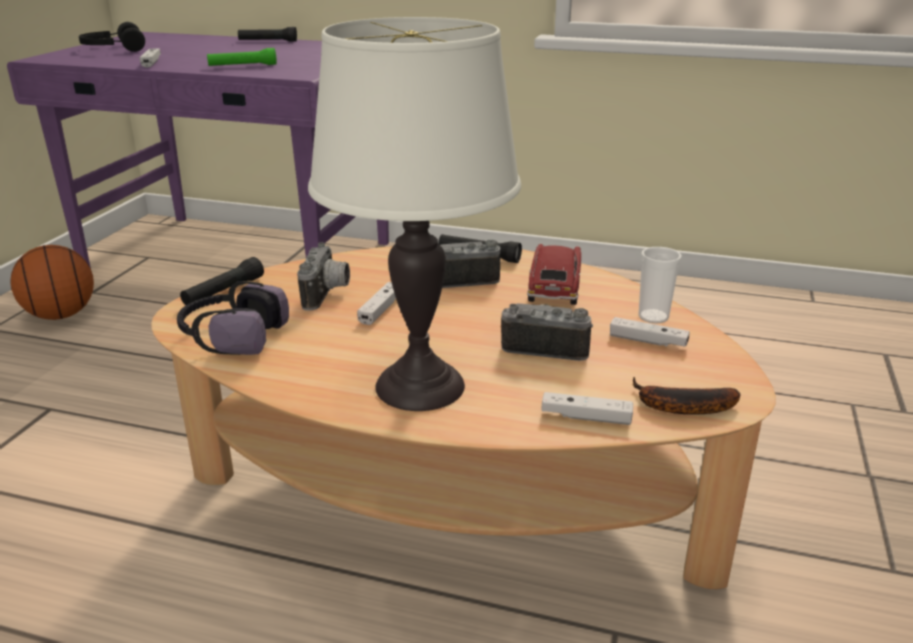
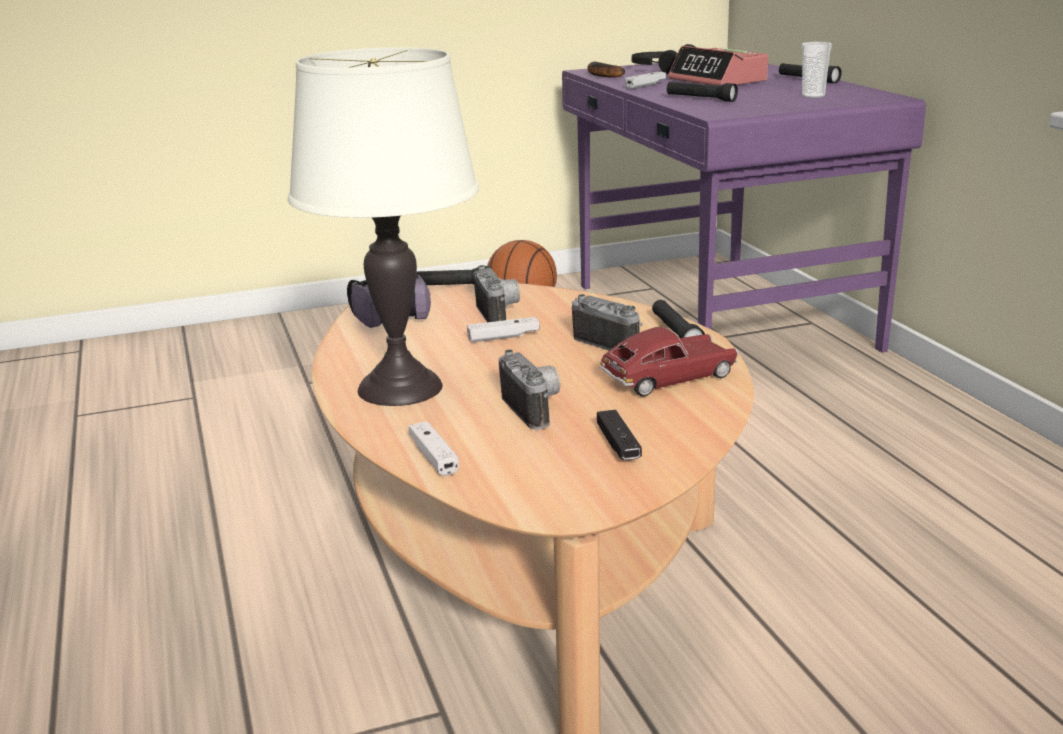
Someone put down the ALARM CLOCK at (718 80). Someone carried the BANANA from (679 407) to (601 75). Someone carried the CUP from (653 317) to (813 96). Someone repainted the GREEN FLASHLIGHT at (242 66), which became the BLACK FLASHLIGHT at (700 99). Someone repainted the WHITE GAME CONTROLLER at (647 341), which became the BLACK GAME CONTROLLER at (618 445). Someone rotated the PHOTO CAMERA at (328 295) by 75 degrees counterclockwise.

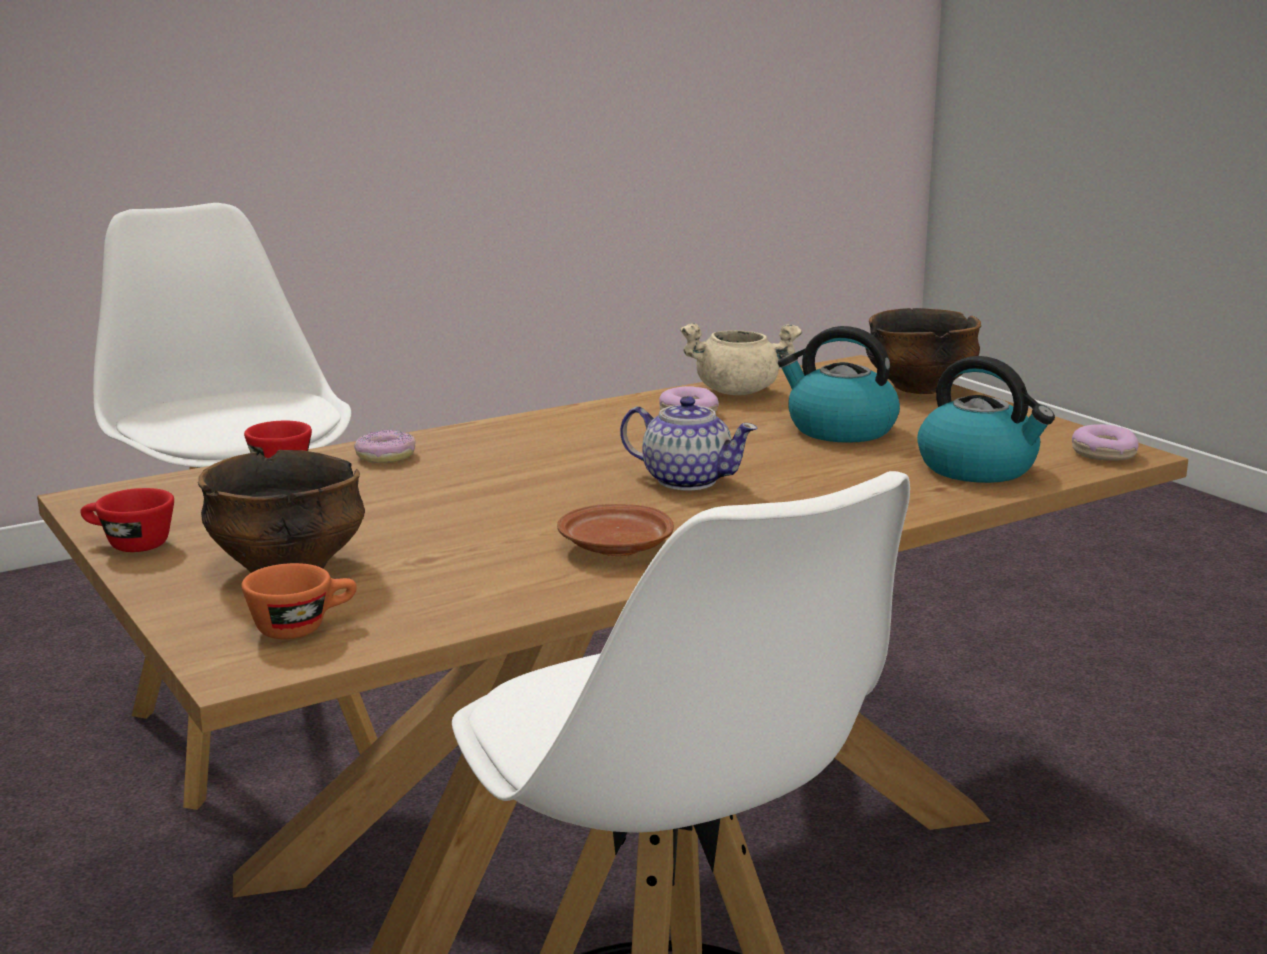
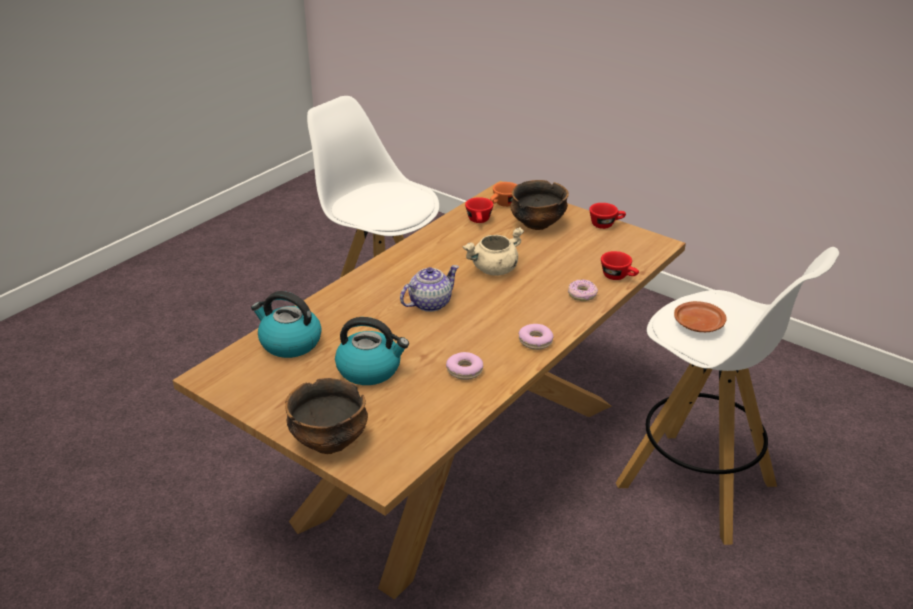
Someone put down the RED CUP at (479 221). Someone carried the BROWN PLATE from (615 548) to (698 324). Someone carried the BEIGE COOKING POT from (738 391) to (494 270). Someone carried the DONUT from (1103 454) to (535 341). Someone rotated the TEAPOT at (686 480) by 135 degrees clockwise.

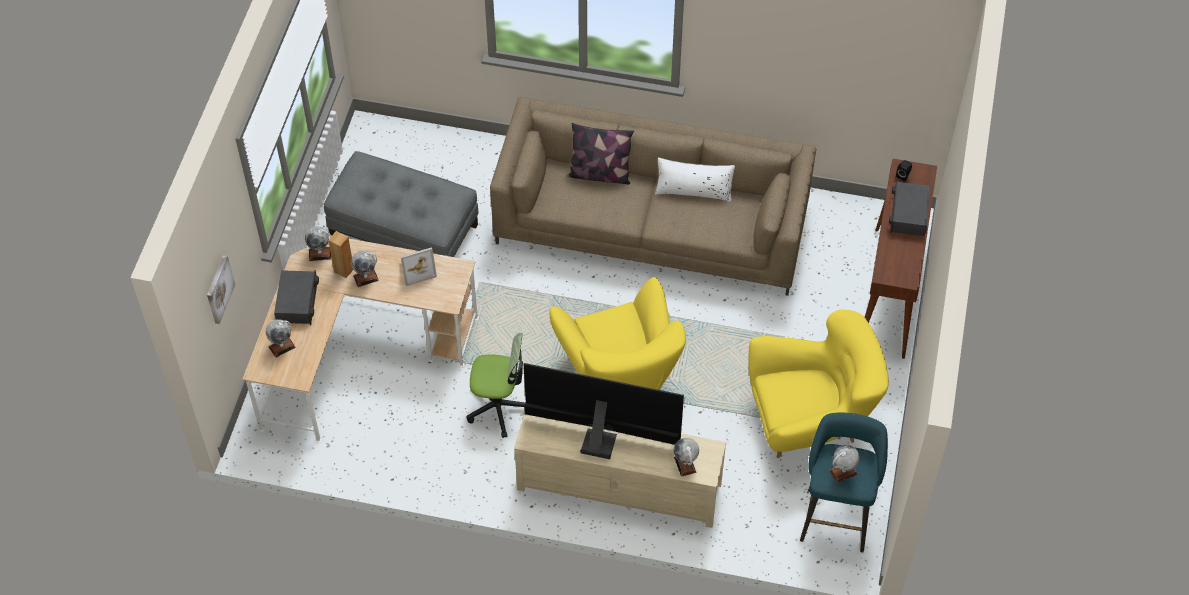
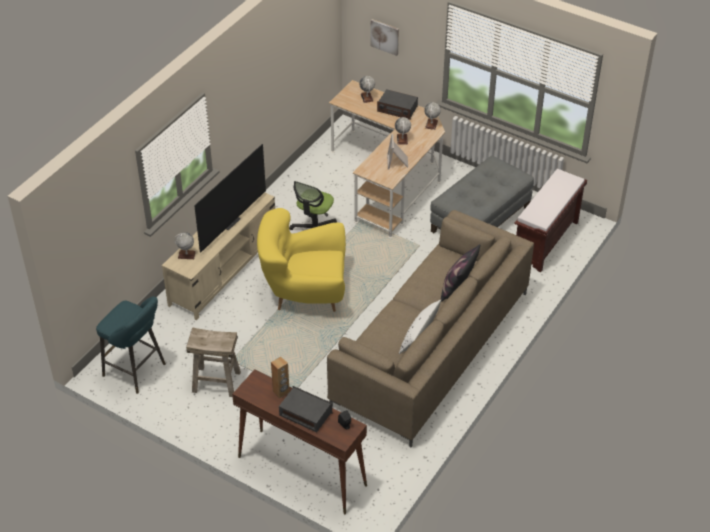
Someone took away the GLOBE at (843 472). Someone put down the BROWN BENCH at (546 241). Someone carried the BROWN SPEAKER from (344 270) to (281 392). Someone swapped the YELLOW ARMCHAIR at (809 422) for the BEIGE STOOL at (216 382).

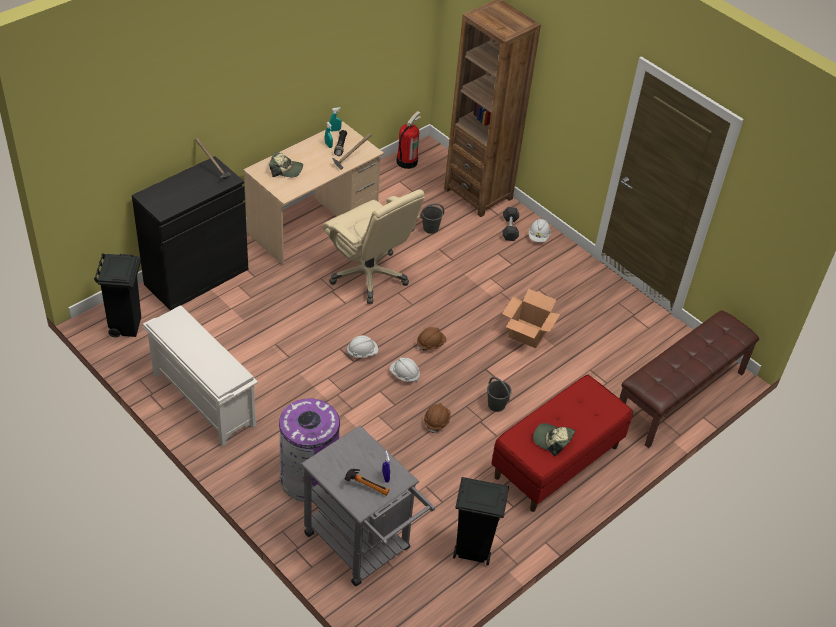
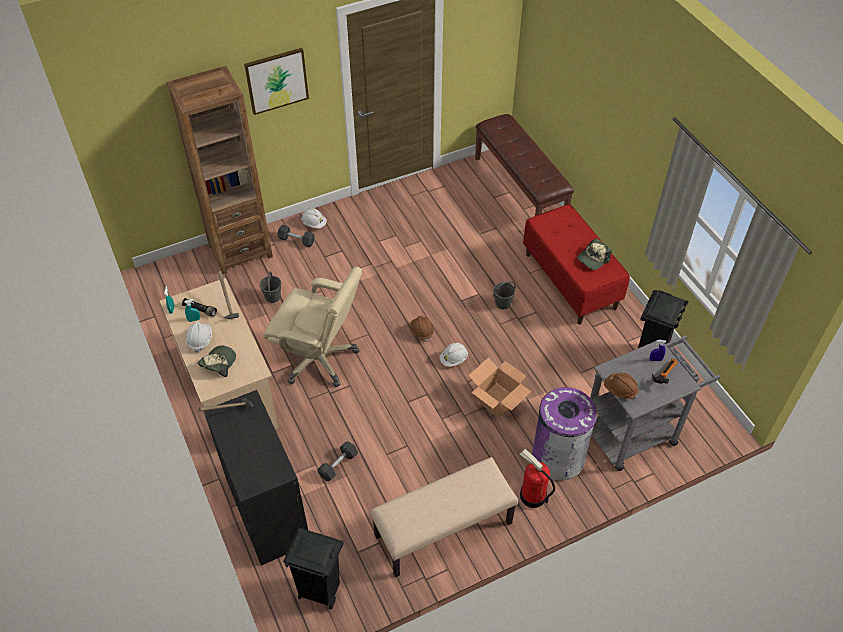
Someone put up the PICTURE at (276 80). Someone put down the GREY DUMBBELL at (338 465). Someone carried the WHITE HARD HAT from (362 352) to (200 340). Someone carried the FIRE EXTINGUISHER from (406 161) to (532 496). Someone carried the BROWN HARD HAT from (436 421) to (620 390). Someone carried the CARDBOARD BOX from (528 333) to (497 399). Someone swapped the WHITE SHOE RACK at (202 399) for the BEIGE BENCH at (443 530). Someone rotated the BEIGE OFFICE CHAIR at (369 275) by 45 degrees clockwise.

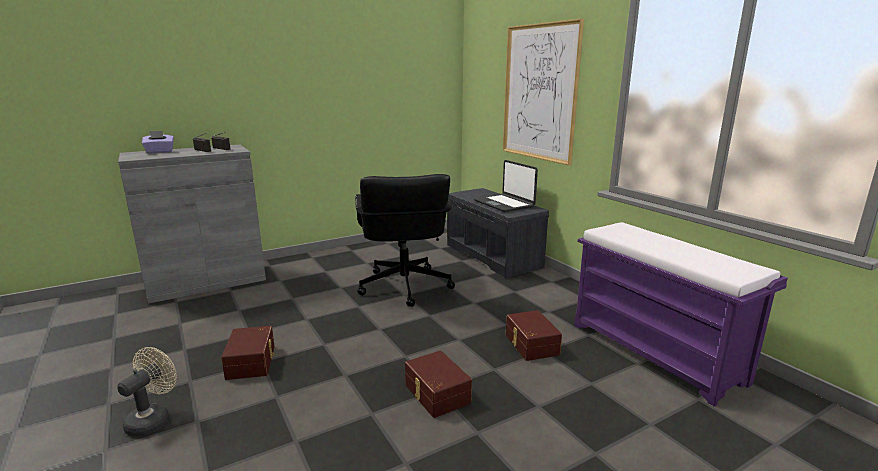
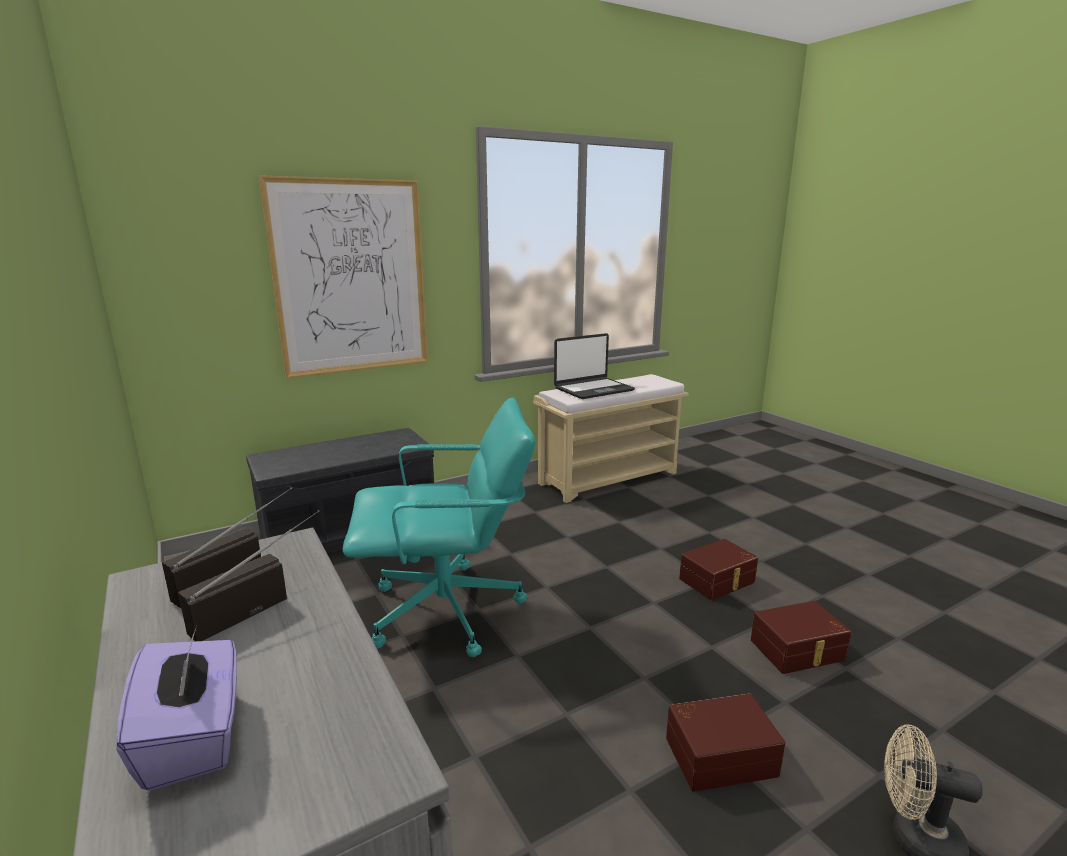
Someone carried the LAPTOP from (504 204) to (593 389). Someone carried the BROWN STORAGE BOX from (530 345) to (798 651). Someone repainted the BLACK OFFICE CHAIR at (404 287), which became the TURQUOISE OFFICE CHAIR at (447 611). Someone repainted the PURPLE BENCH at (656 352), which became the BEIGE BENCH at (609 478).

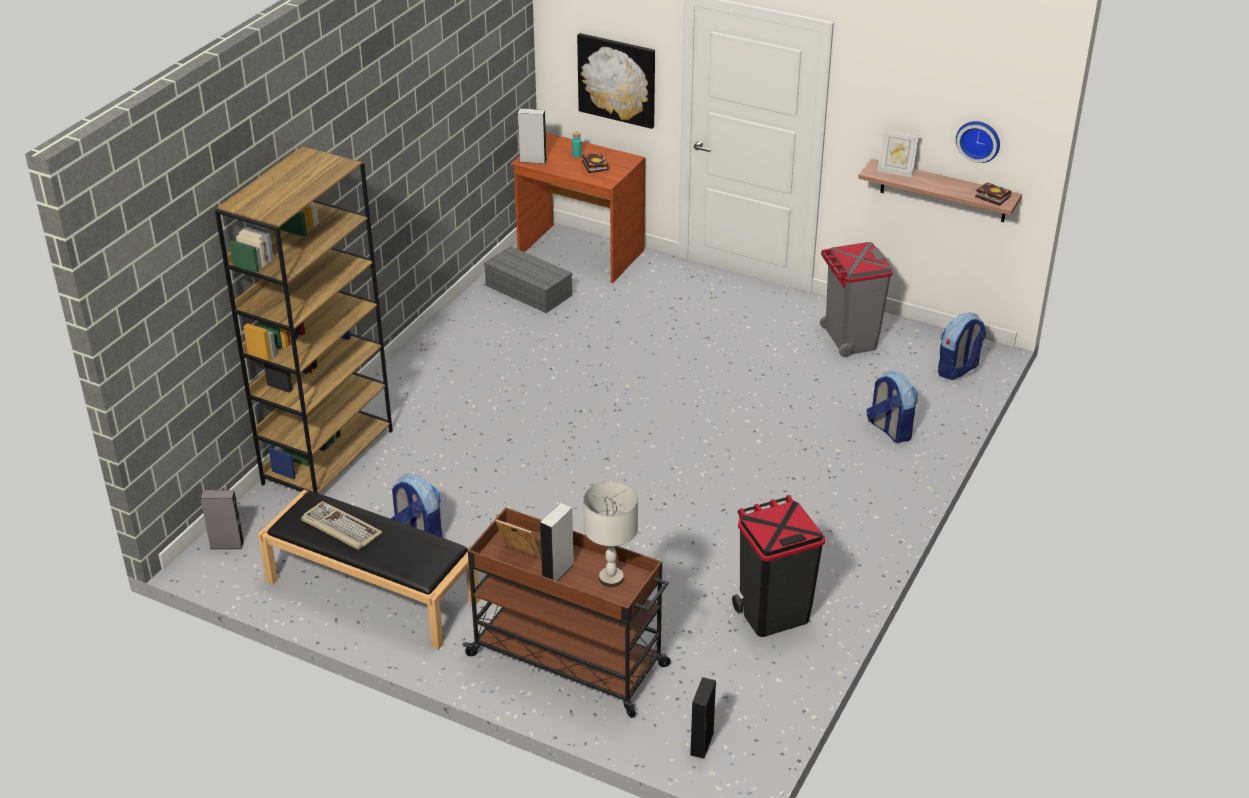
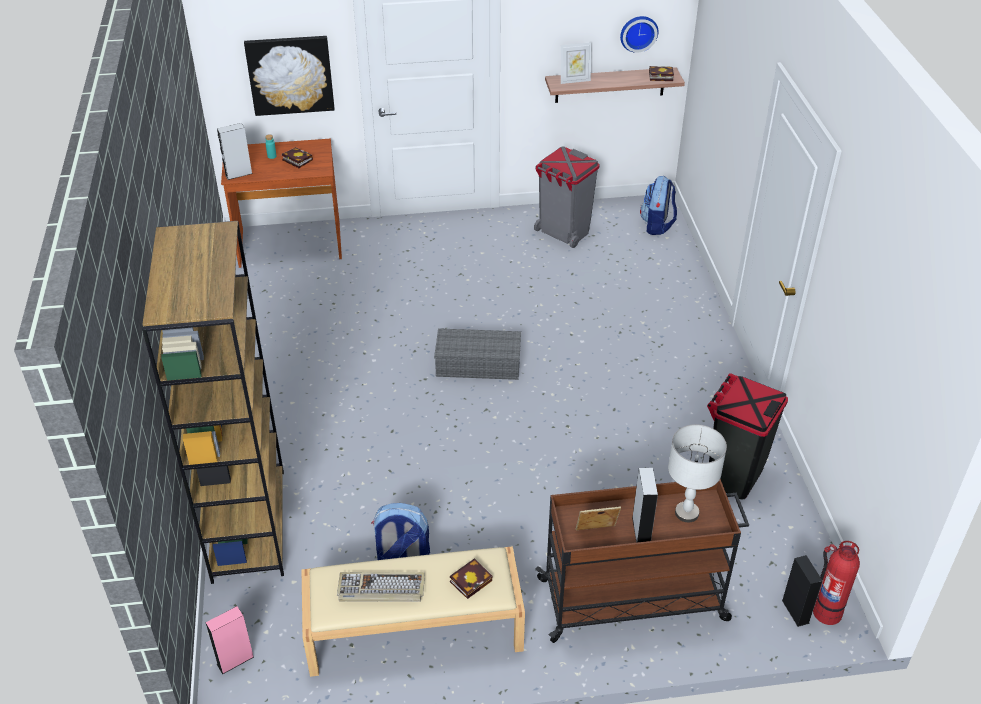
Someone took away the BACKPACK at (889 430). Someone put down the BOOK at (472 580). Someone put down the FIRE EXTINGUISHER at (826 612). Someone carried the GREY STORAGE BOX from (530 290) to (479 363). Someone repainted the GREY SPEAKER at (227 544), which became the PINK SPEAKER at (235 660). Someone repainted the BLACK BENCH at (371 591), which became the BEIGE BENCH at (413 631).

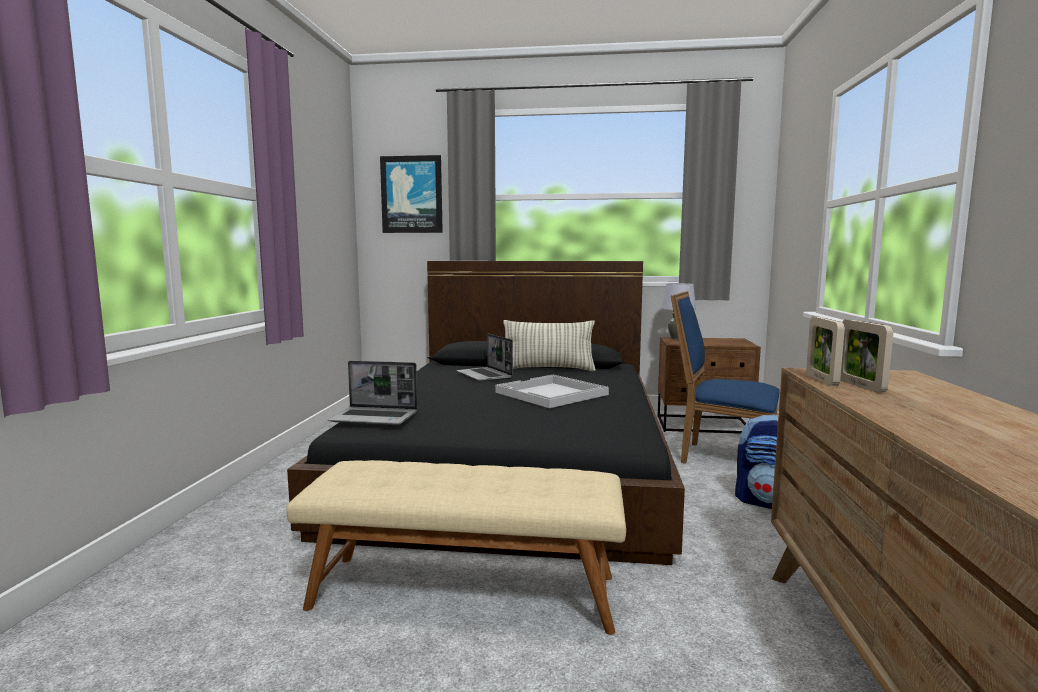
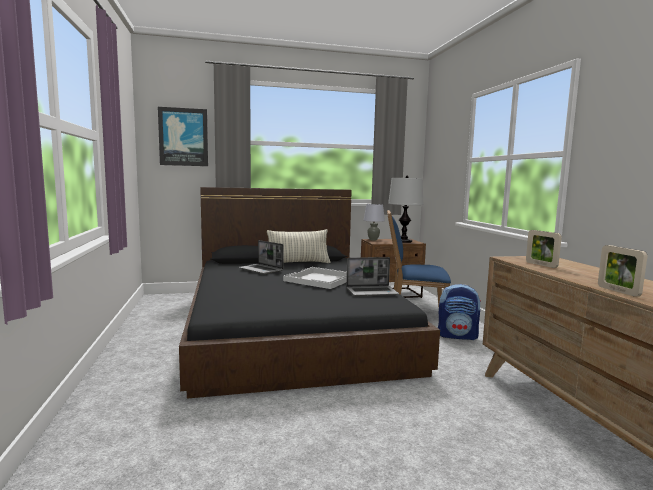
Someone took away the BEIGE BENCH at (465 590). Someone put down the TABLE LAMP at (403 241). Someone carried the LAPTOP from (375 417) to (372 292). Someone carried the PICTURE FRAME from (821 380) to (618 291).

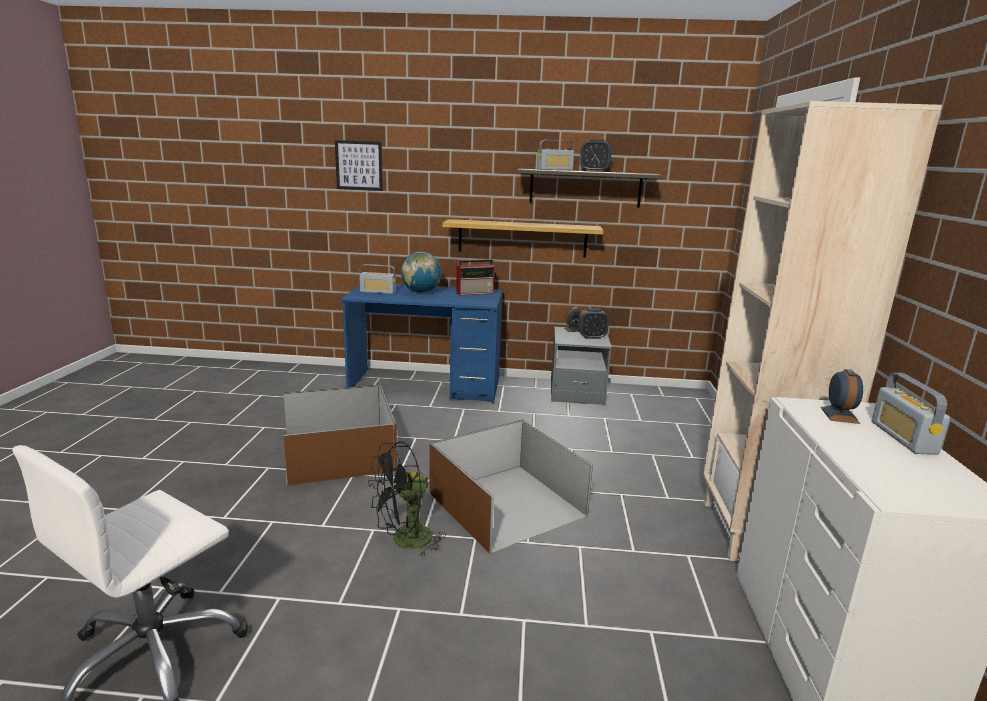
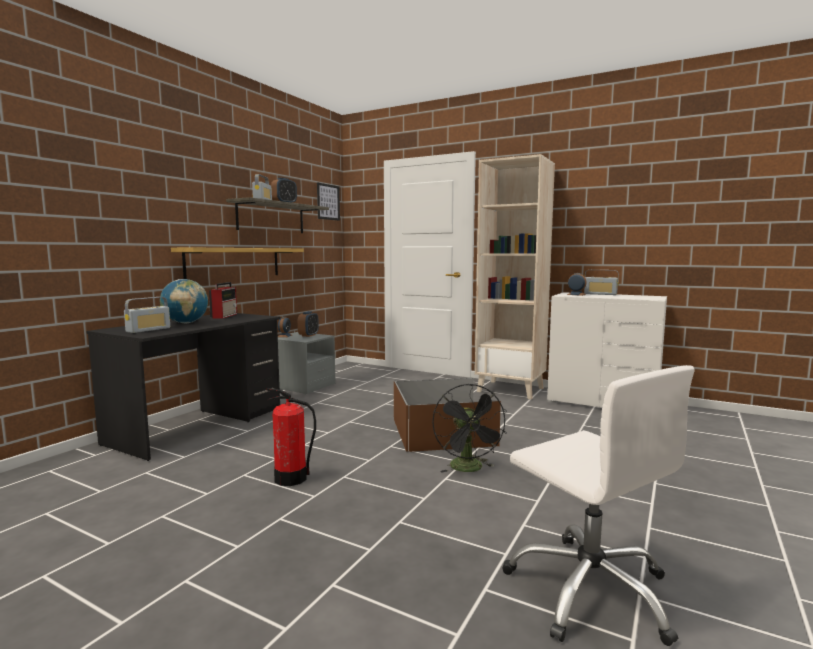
Someone carried the PICTURE from (359 165) to (328 202). Someone swapped the BROWN STORAGE BOX at (338 452) for the FIRE EXTINGUISHER at (291 479). Someone repainted the BLUE DESK at (426 386), which became the BLACK DESK at (199 426).

